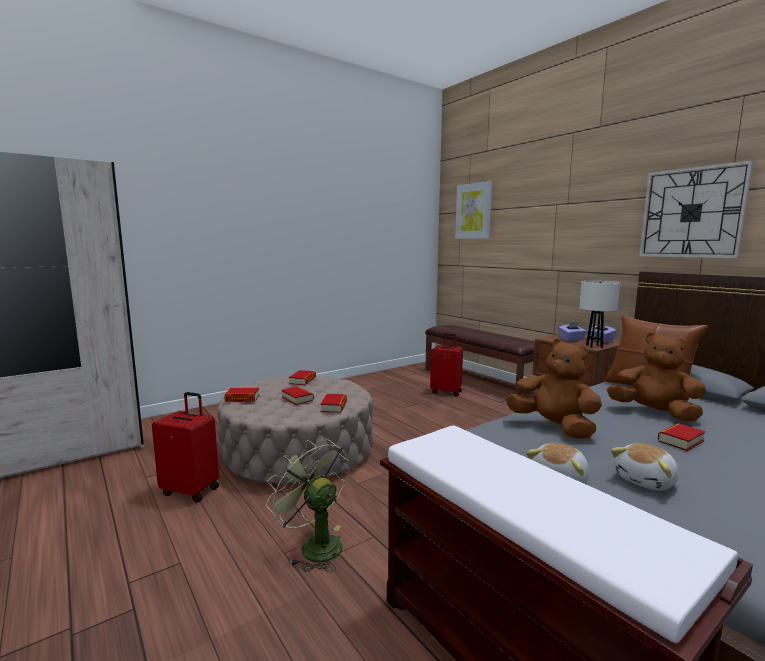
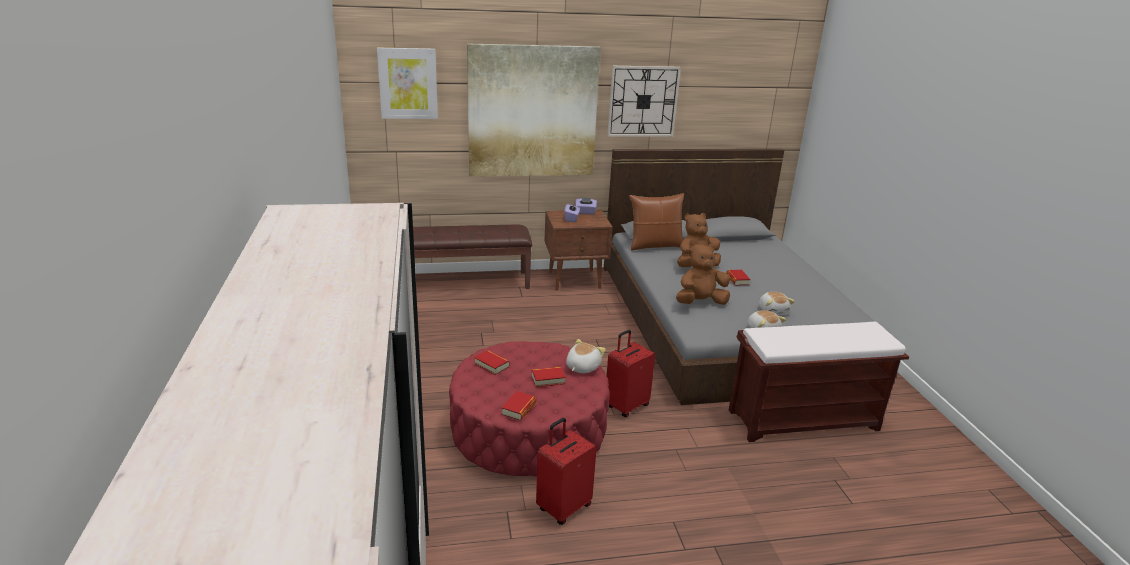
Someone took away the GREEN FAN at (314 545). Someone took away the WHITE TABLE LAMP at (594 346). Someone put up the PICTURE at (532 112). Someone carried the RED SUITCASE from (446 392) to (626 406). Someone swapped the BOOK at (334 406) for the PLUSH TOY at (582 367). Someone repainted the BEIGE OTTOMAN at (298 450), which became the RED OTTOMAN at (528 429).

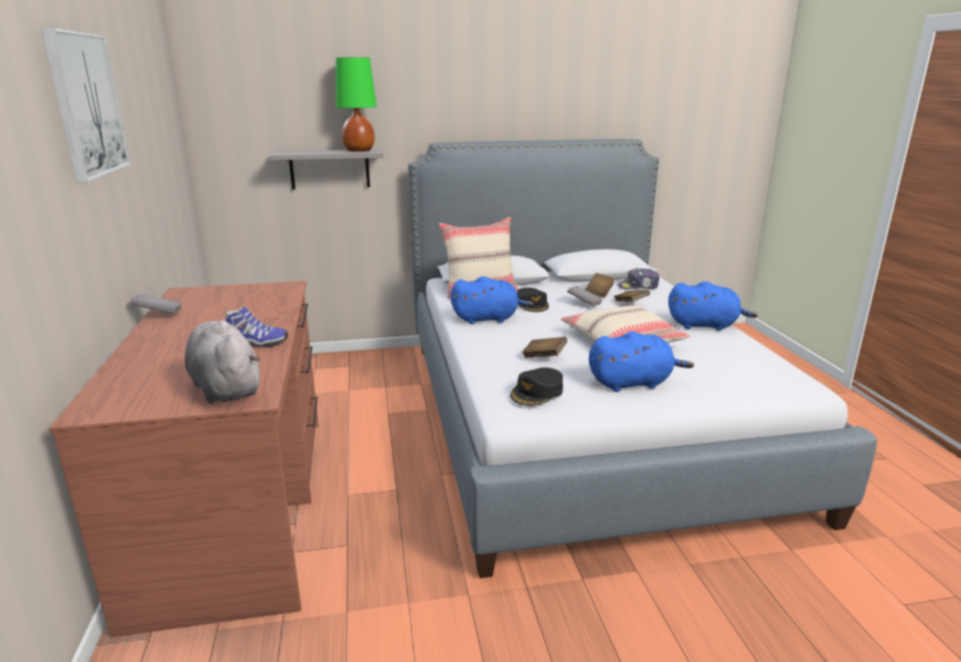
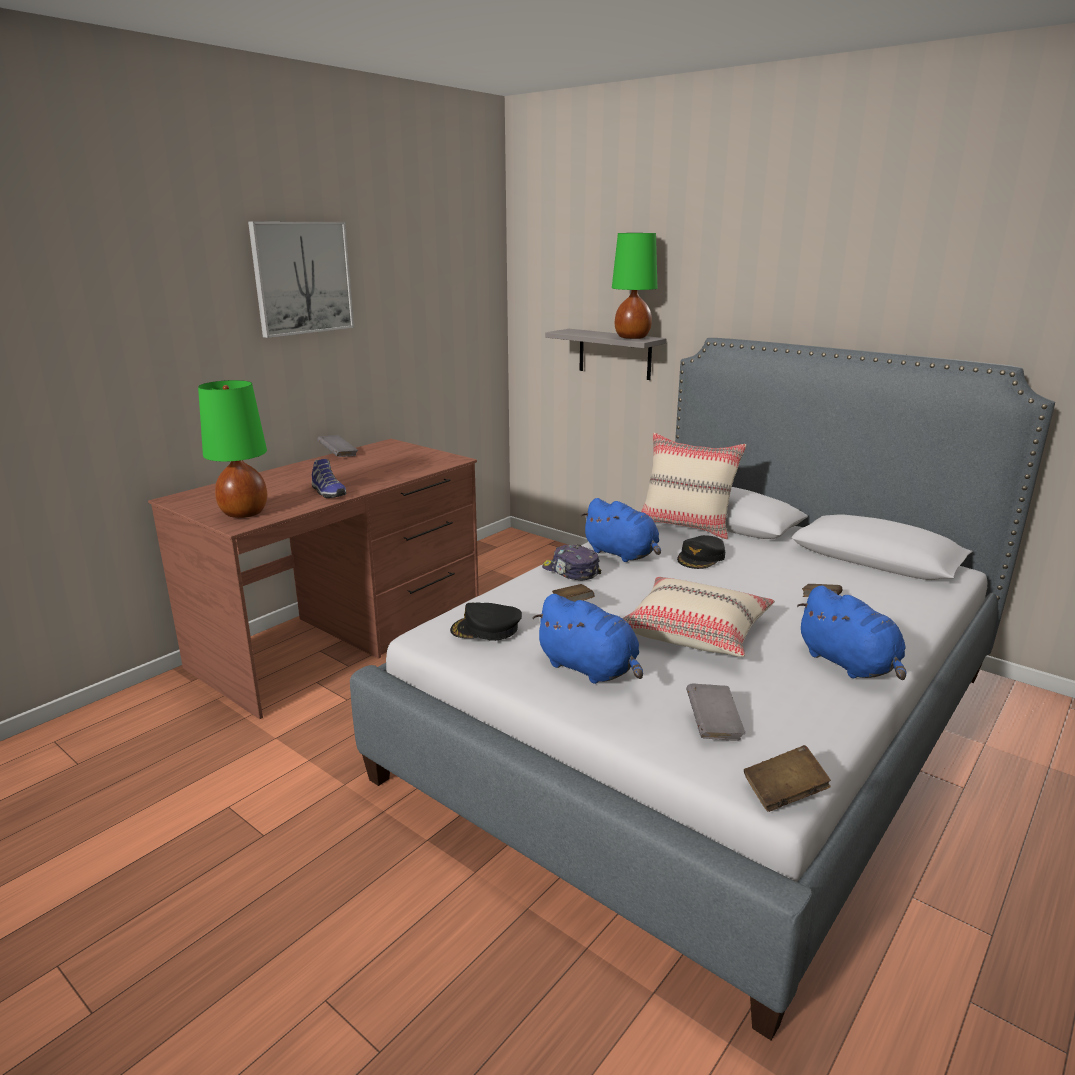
Someone carried the GREY BOOK from (584 304) to (713 725). Someone carried the BROWN BOOK from (599 293) to (784 793). Someone carried the CAP from (638 287) to (570 571). Someone swapped the GREY PLUSH TOY at (225 387) for the GREEN TABLE LAMP at (244 513).

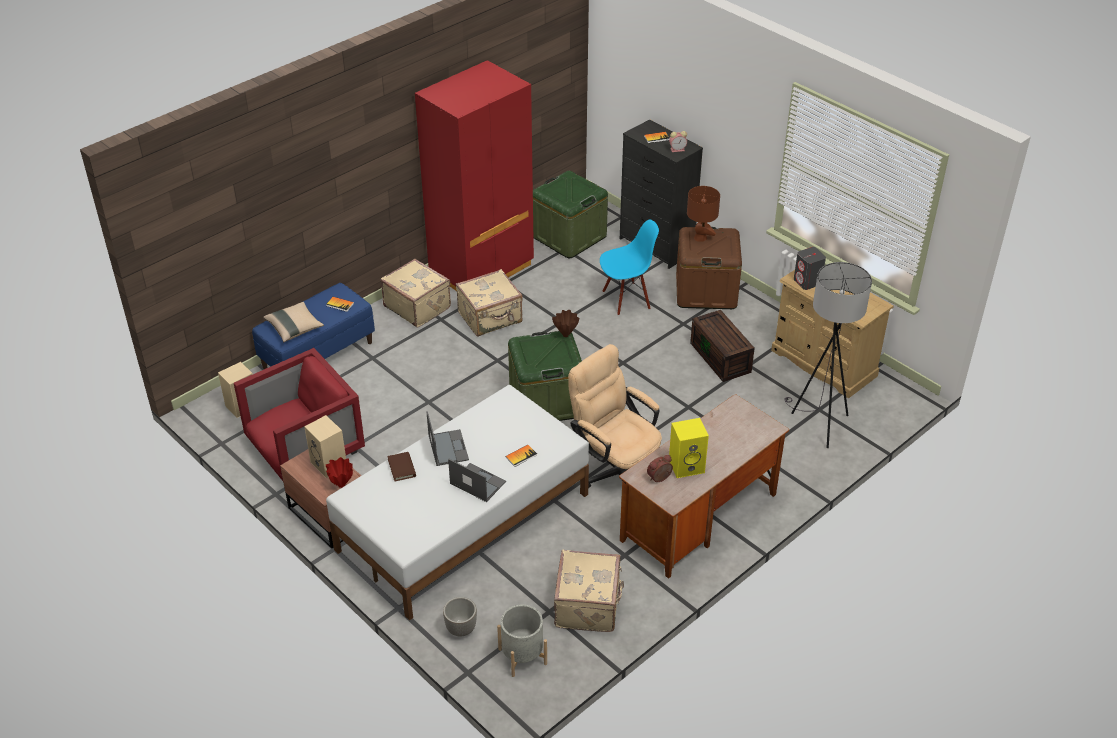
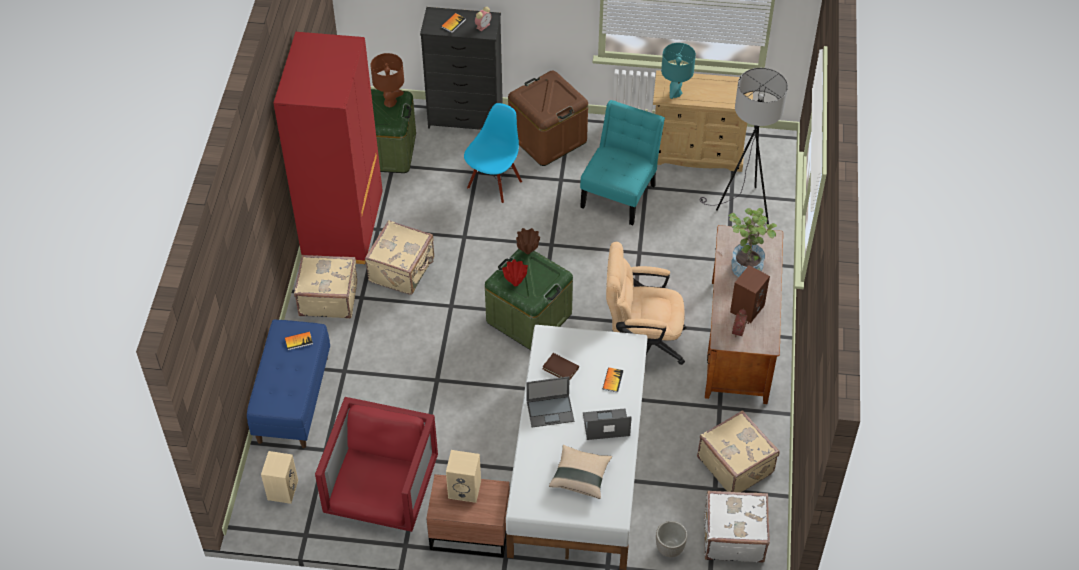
Someone put down the POTTED PLANT at (746 264). Someone carried the BEIGE PILLOW from (294 328) to (580 477). Someone carried the RED VASE from (342 485) to (515 283). Someone carried the BROWN BOOK from (402 468) to (560 368). Someone carried the BROWN TABLE LAMP from (700 238) to (390 102). Someone swapped the GREY PLANTER at (522 656) for the WHITE SUITCASE at (733 536). Someone swapped the BROWN STORAGE BOX at (721 358) for the TURQUOISE CHAIR at (620 193). Someone swapped the GREY SPEAKER at (807 282) for the TURQUOISE TABLE LAMP at (675 93). Someone repainted the YELLOW SPEAKER at (687 465), which became the BROWN SPEAKER at (747 308). Someone rotated the LAPTOP at (448 447) by 135 degrees clockwise.

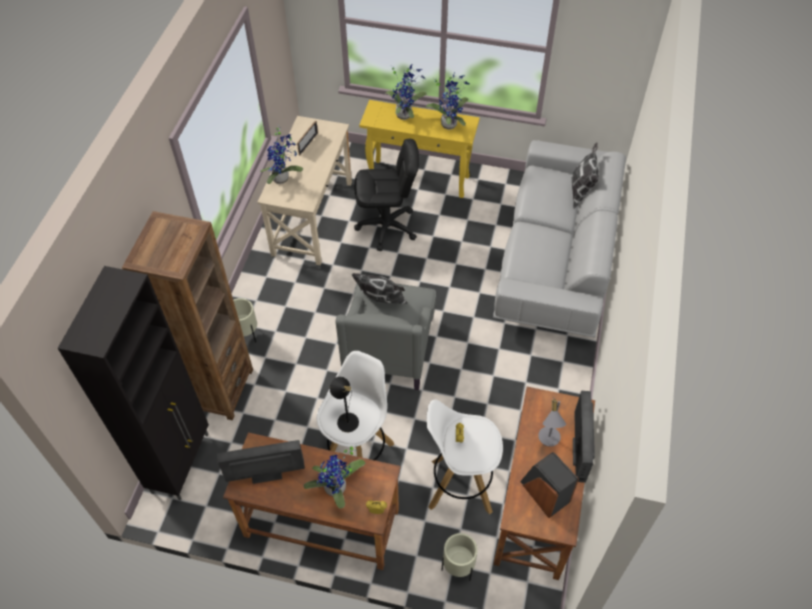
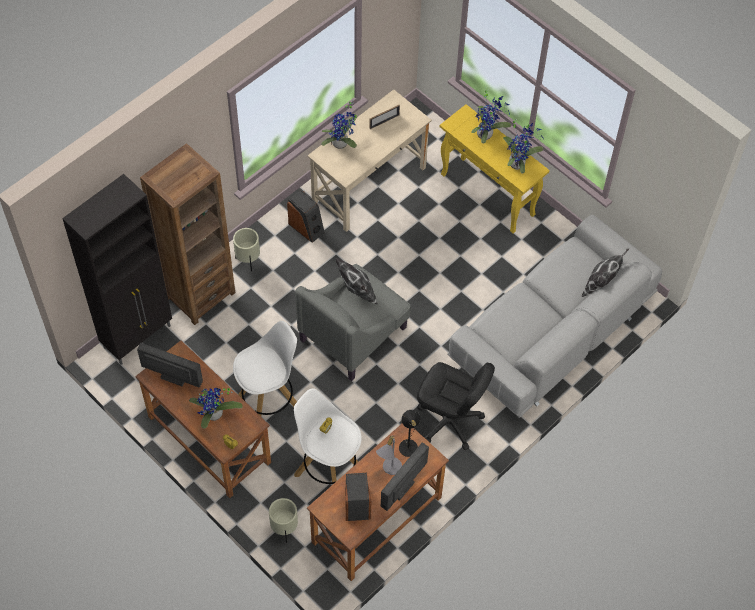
Someone put down the SPEAKER at (306 227). Someone carried the BLACK TABLE LAMP from (346 418) to (408 444). Someone carried the BLACK OFFICE CHAIR from (387 227) to (449 421).

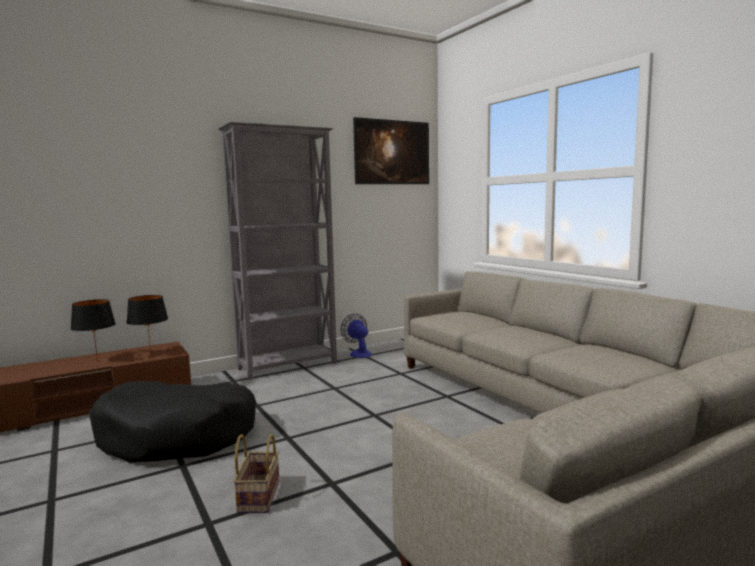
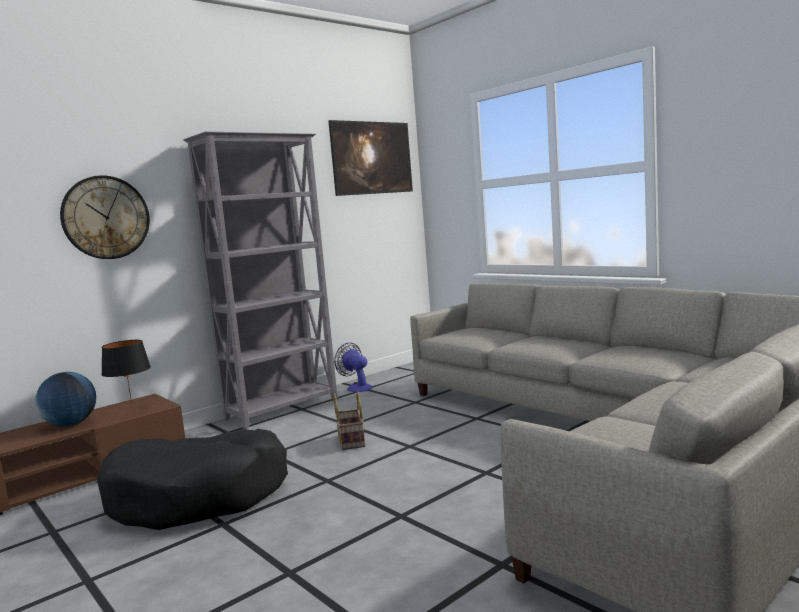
Someone put up the WALL CLOCK at (106 217). Someone carried the BASKET from (258 496) to (350 440). Someone swapped the BLACK TABLE LAMP at (97 360) for the GLOBE at (70 424).

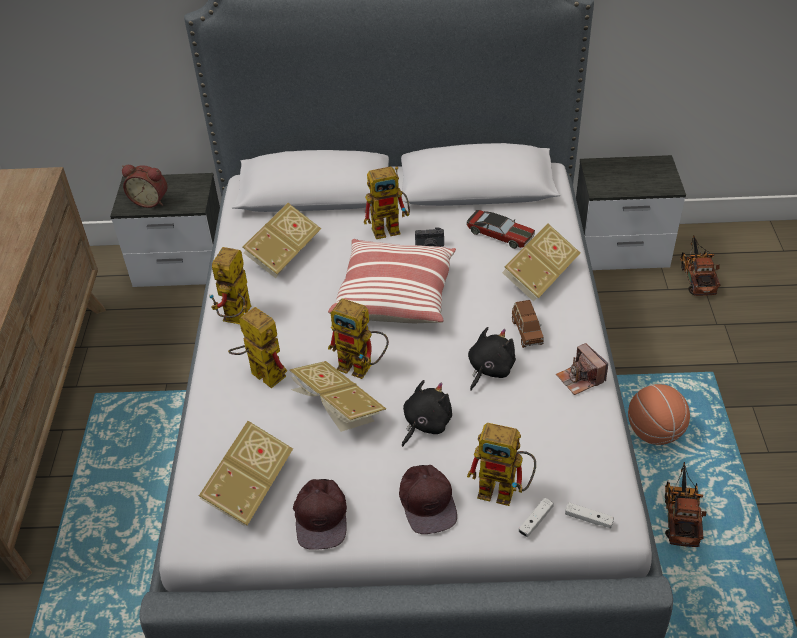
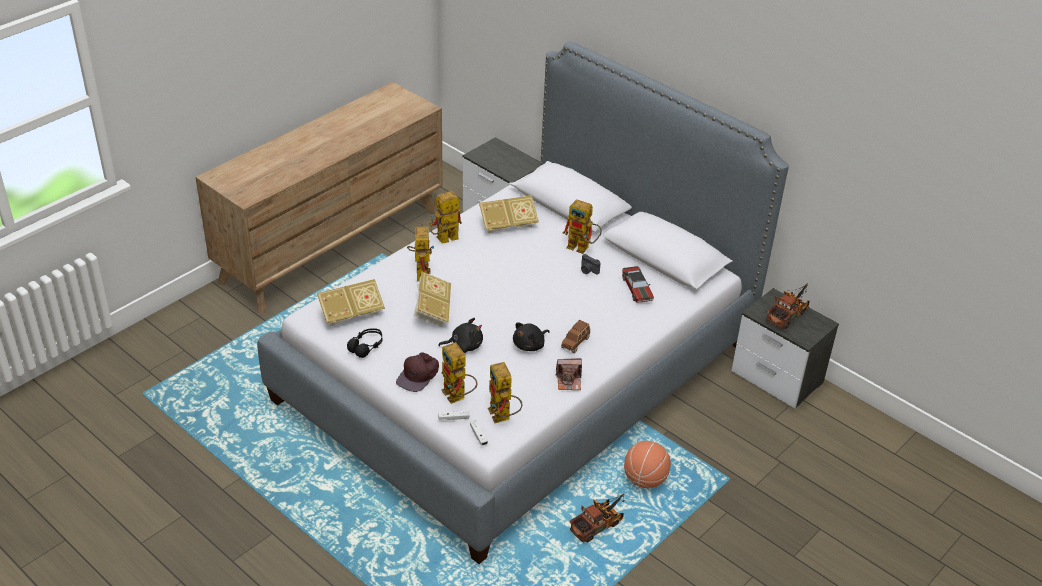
Someone took away the ALARM CLOCK at (150 200). Someone took away the PILLOW at (395 295). Someone took away the BOOK at (539 277). Someone carried the TOY ROBOT from (362 367) to (503 417). Someone carried the TOY TRUCK from (696 276) to (788 314). Someone swapped the BROWN CAP at (321 516) for the BLACK HEADPHONES at (366 347). Someone rotated the BLACK PLUSH TOY at (489 369) by 150 degrees clockwise. Someone rotated the PHOTO CAMERA at (580 378) by 105 degrees counterclockwise.

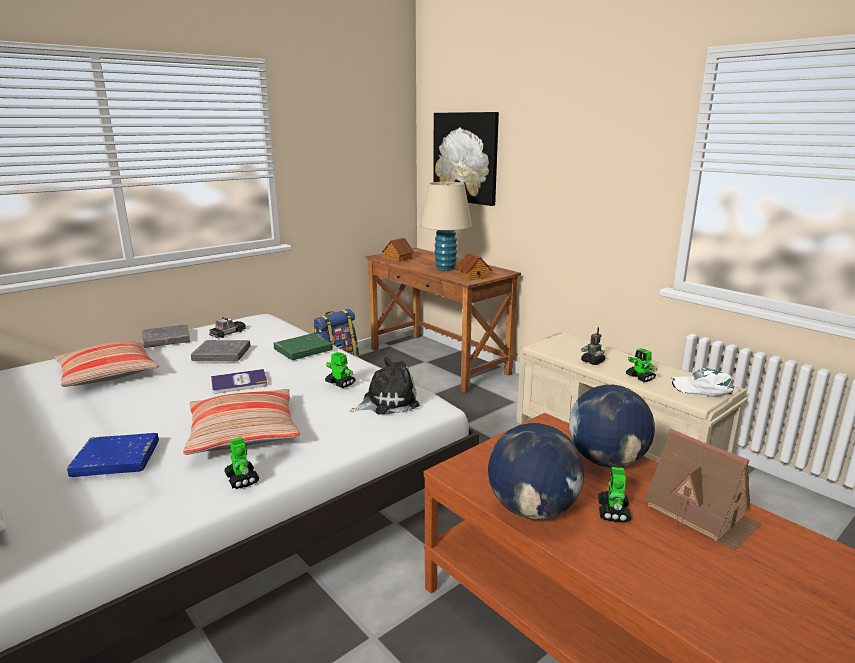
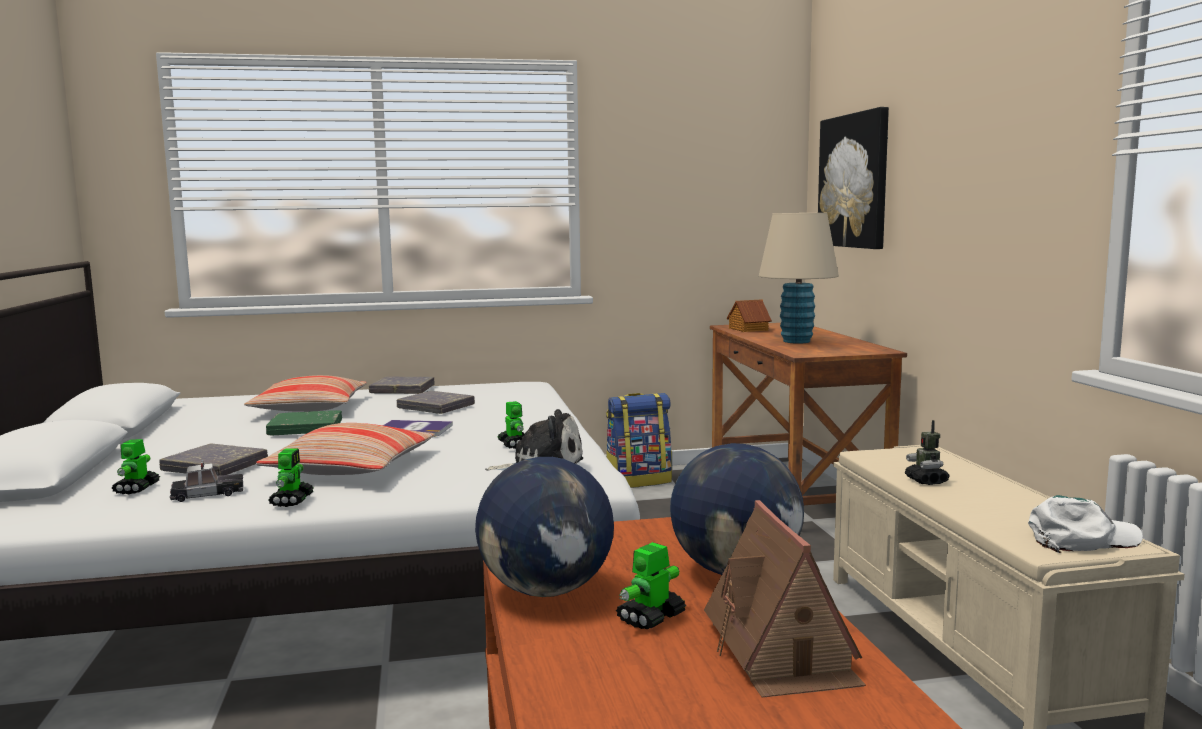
Someone took away the TOY HOUSE at (473 276). Someone carried the TOY CAR from (228 333) to (207 494). Someone carried the GREEN BOOK from (303 350) to (305 429). Someone carried the TOY ROBOT from (640 377) to (136 489). Someone repainted the BLUE BOOK at (116 459), which became the GREY BOOK at (215 467). Someone rotated the WHITE CAP at (703 388) by 120 degrees clockwise.

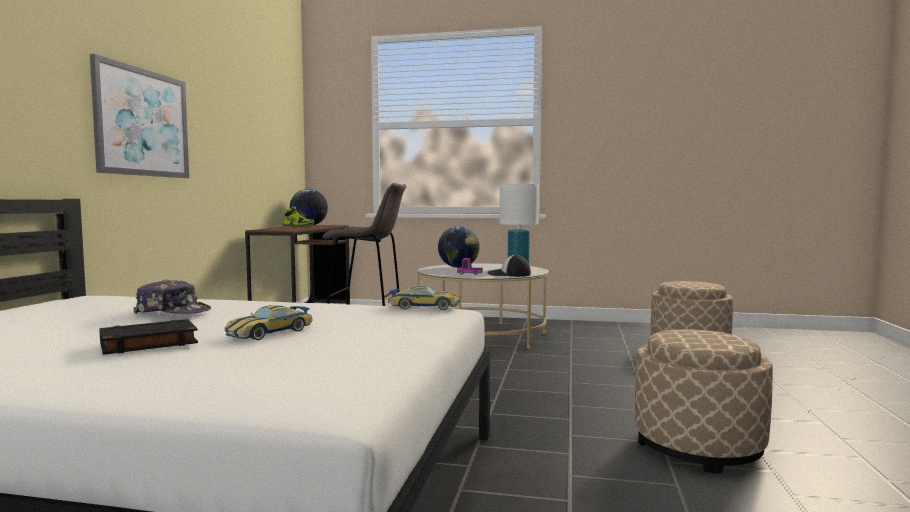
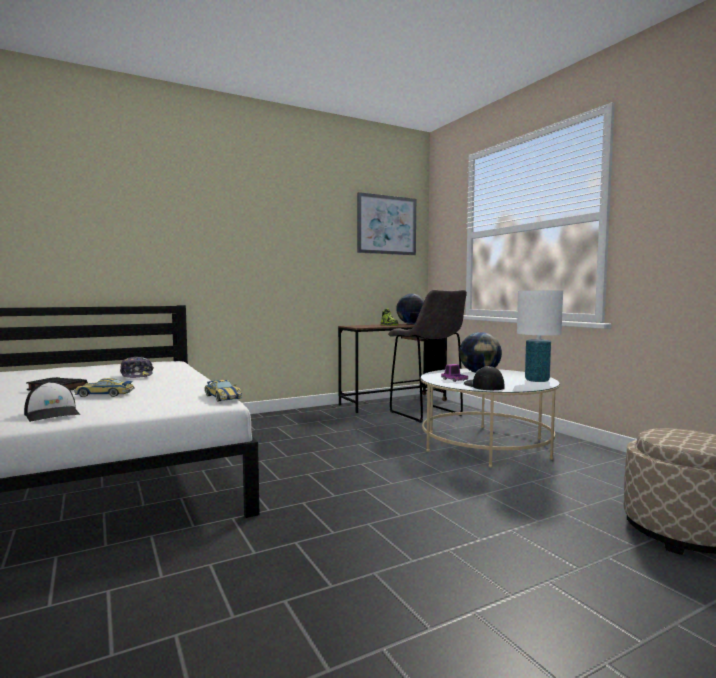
Someone took away the BEIGE OTTOMAN at (698 446). Someone put down the CAP at (53 414). Someone carried the PICTURE from (142 123) to (386 225).

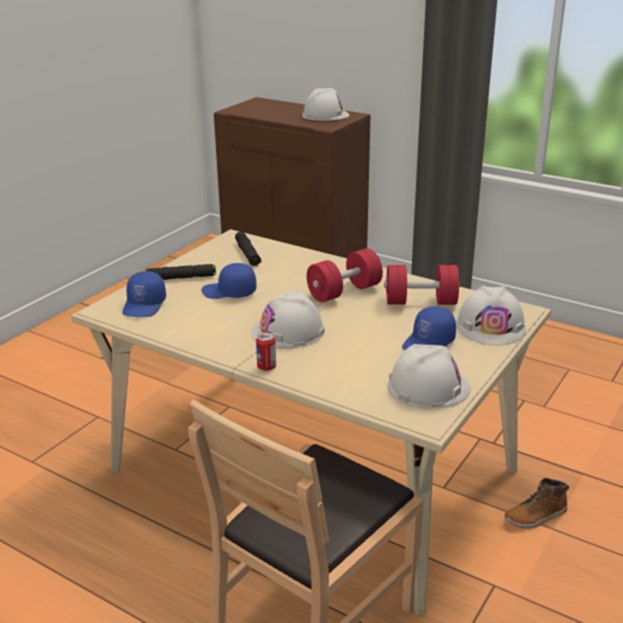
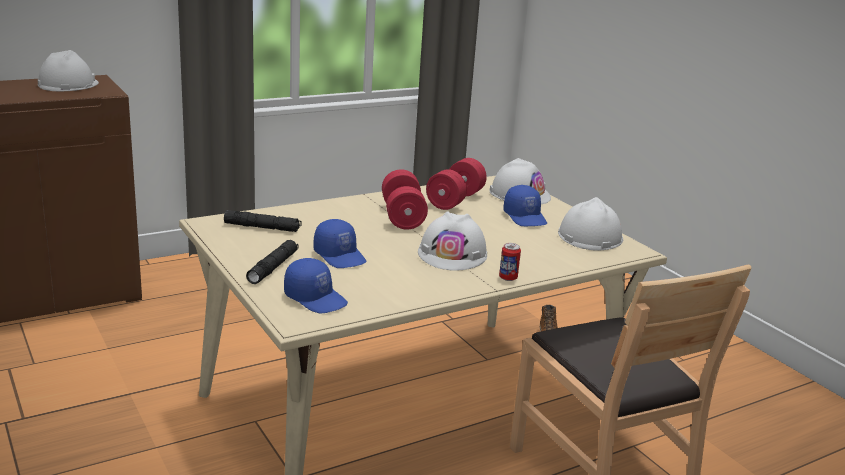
Someone rotated the BLUE CAP at (229 292) by 75 degrees counterclockwise.

